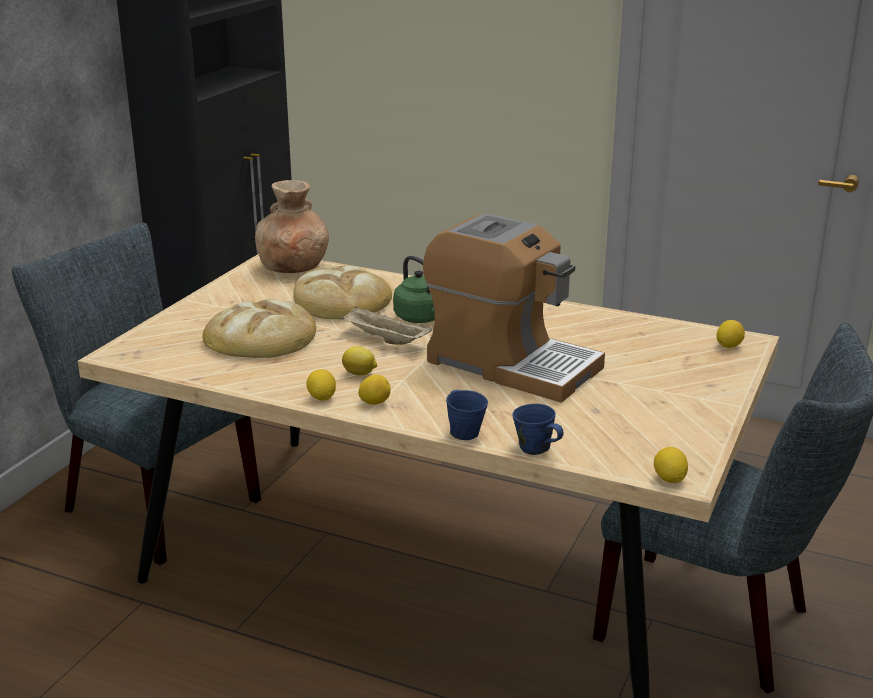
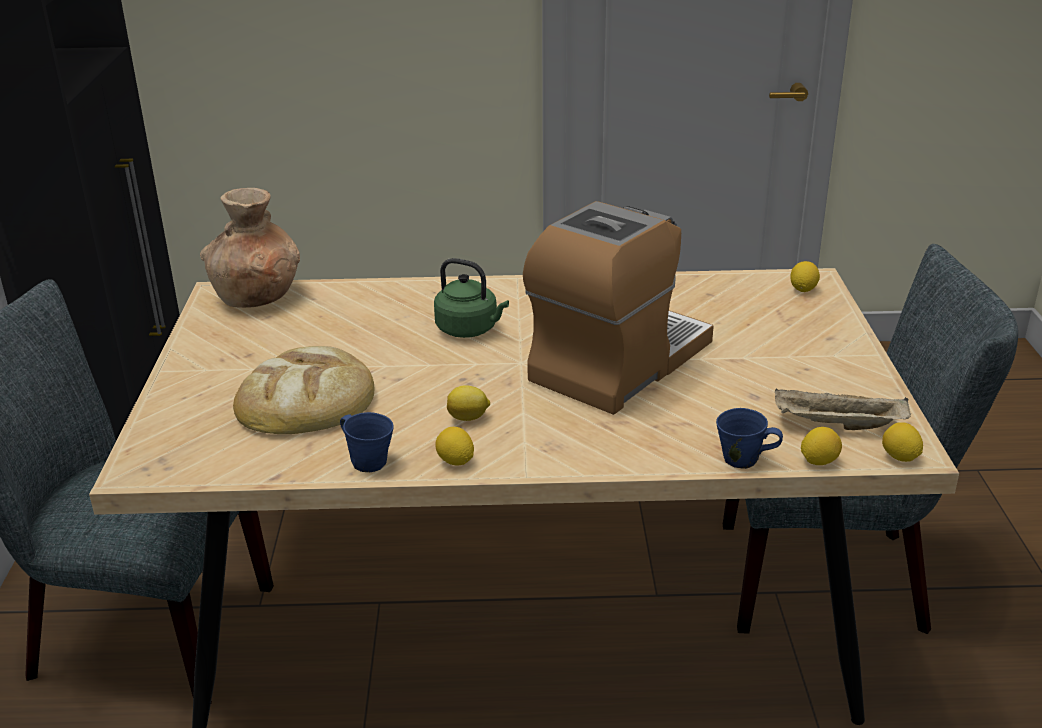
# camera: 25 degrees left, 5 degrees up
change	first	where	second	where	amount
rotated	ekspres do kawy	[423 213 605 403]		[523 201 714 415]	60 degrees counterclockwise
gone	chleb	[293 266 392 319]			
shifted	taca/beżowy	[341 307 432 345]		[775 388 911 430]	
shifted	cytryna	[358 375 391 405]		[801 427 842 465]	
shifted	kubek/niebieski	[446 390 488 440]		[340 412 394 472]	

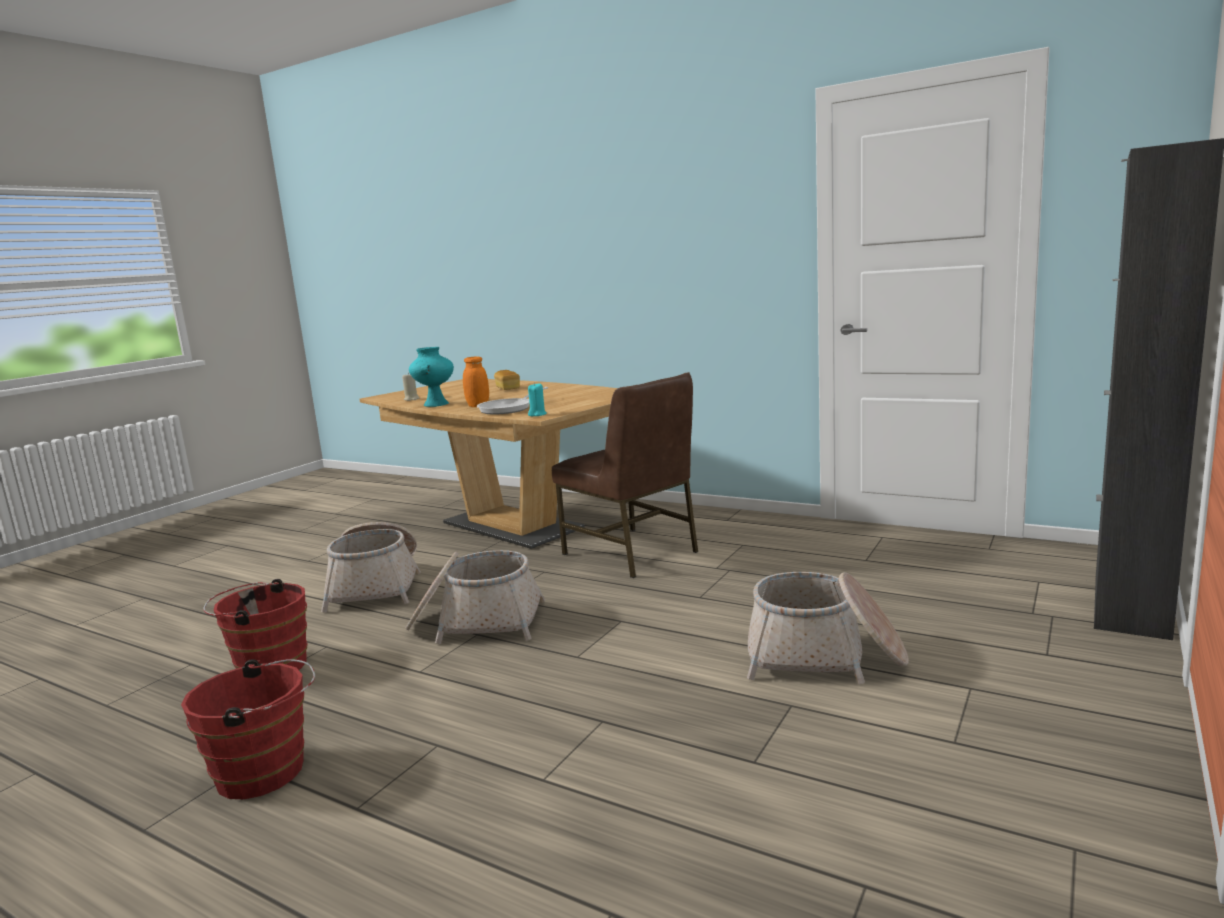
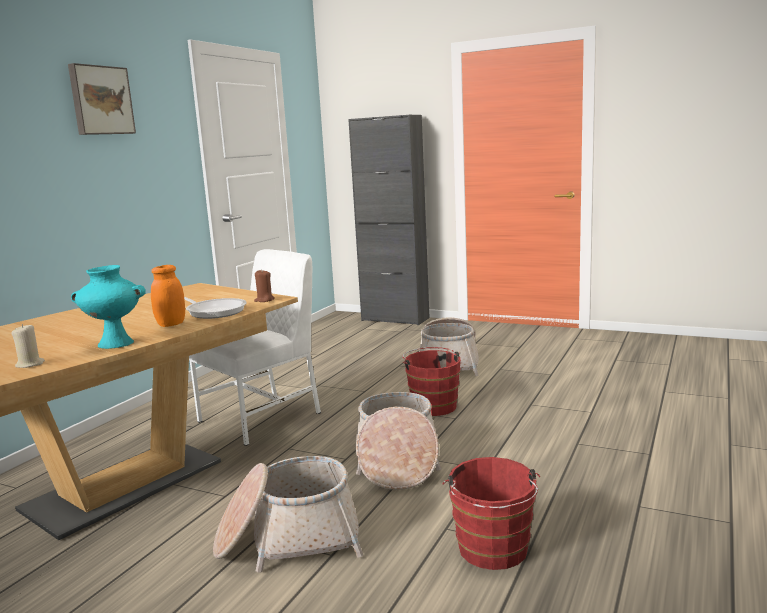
# camera: 95 degrees left, 0 degrees up
change	first	where	second	where	amount
gone	chleb	[494 370 520 390]			
repainted	krzesło/brązowy	[552 372 699 578]	krzesło/biały	[189 249 321 446]	
repainted	świeca/turkusowy	[528 383 547 416]	świeca/brązowy	[254 269 275 302]	
shifted	wiadro/czerwony	[181 659 315 799]		[403 347 461 416]	
new			obraz	[68 63 136 135]	

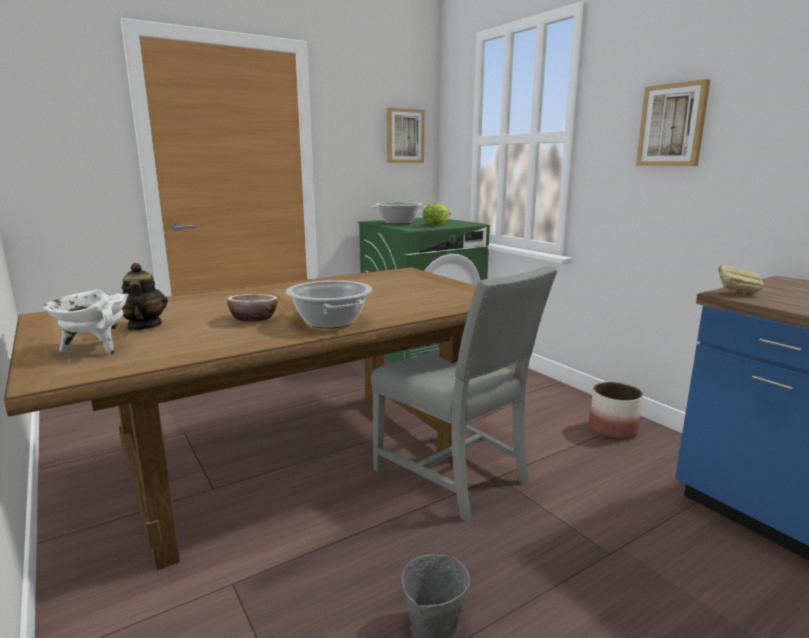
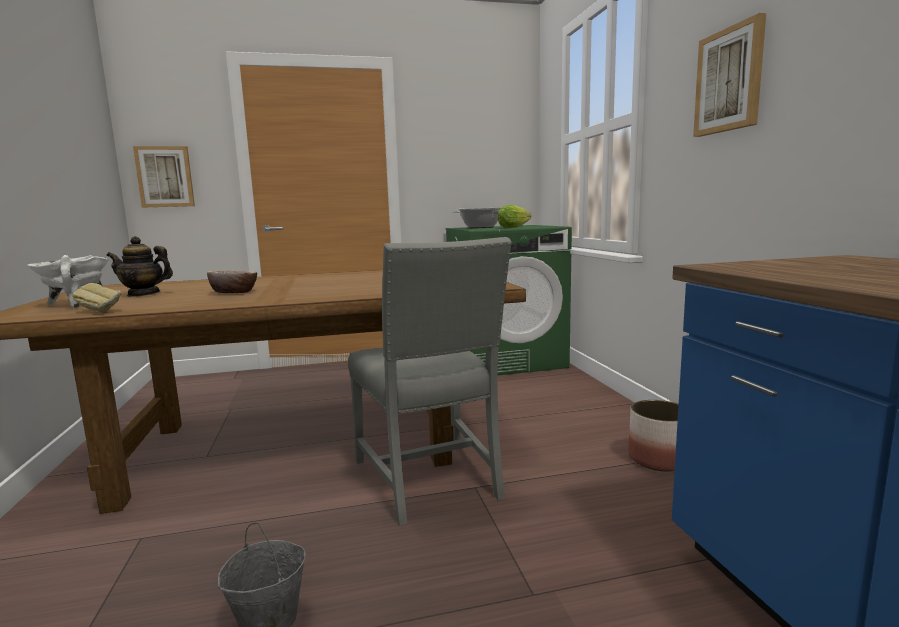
# camera: 20 degrees right, 5 degrees down
change	first	where	second	where	amount
shifted	obraz	[387 108 424 163]		[133 146 195 207]	
rotated	imbryk	[122 263 168 330]		[107 236 173 297]	90 degrees counterclockwise
shifted	chleb	[718 265 764 294]		[73 283 121 313]	
gone	garnek	[286 280 372 329]			

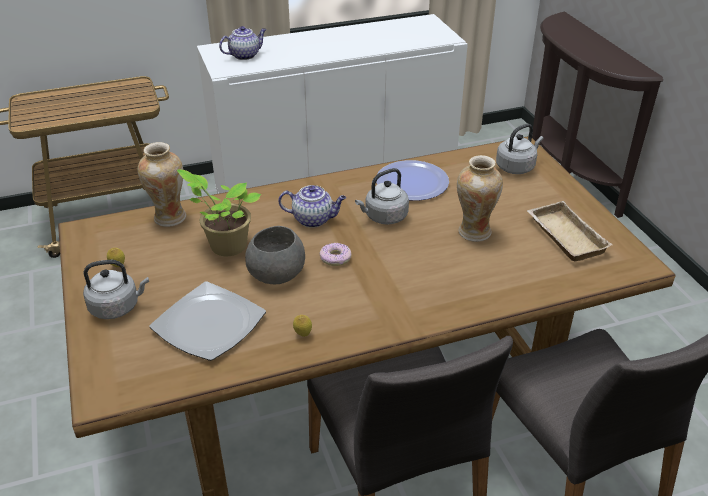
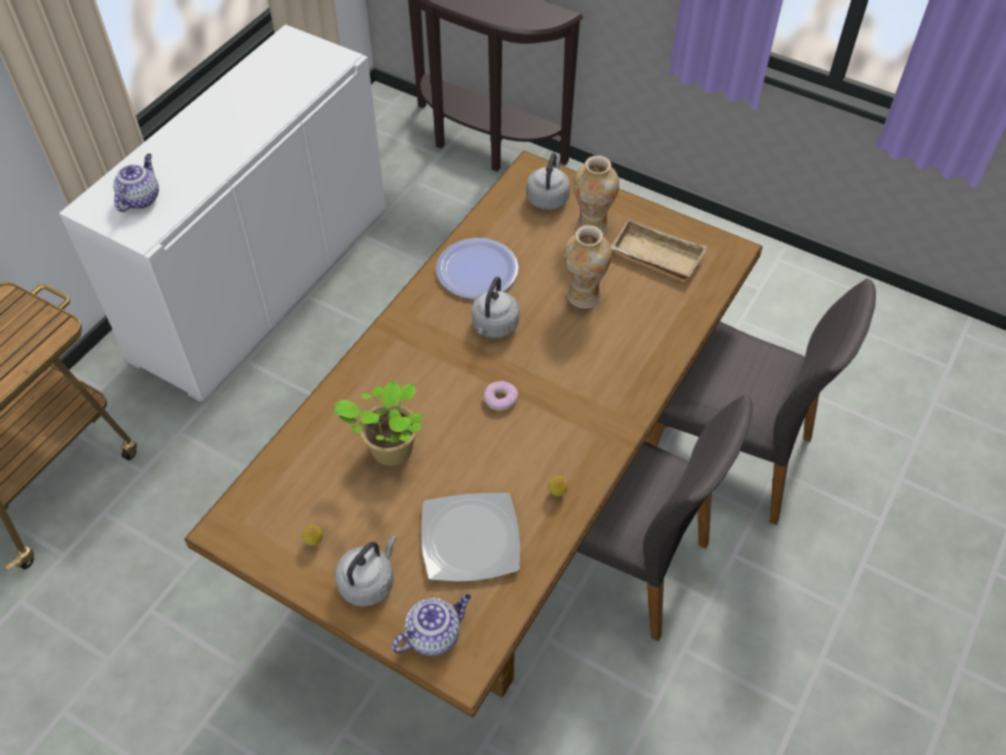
# camera: 40 degrees left, 15 degrees up
change	first	where	second	where	amount
shifted	wazon	[138 142 186 227]		[574 156 619 235]	
shifted	imbryk	[278 185 346 228]		[391 594 471 656]	
gone	miska/szary	[245 226 305 284]			

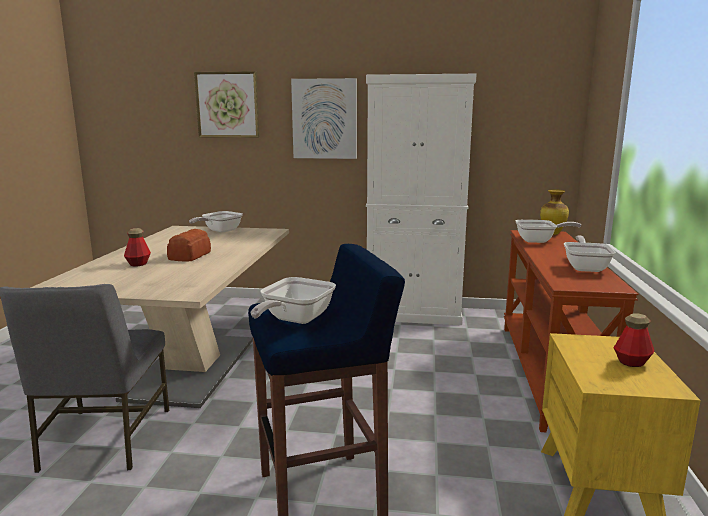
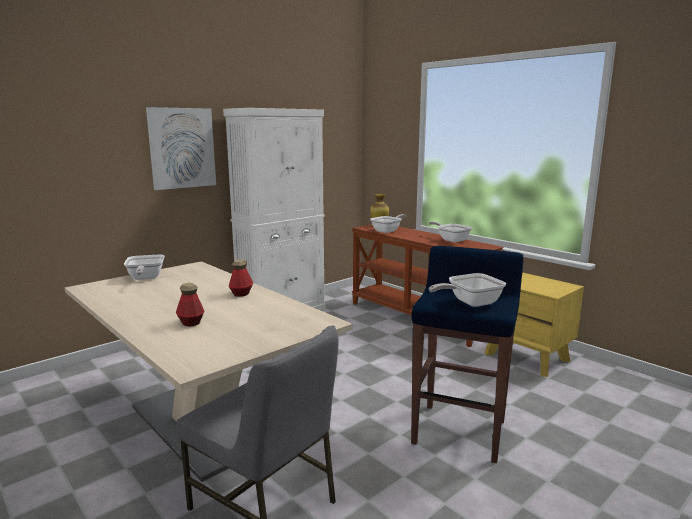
# camera: 50 degrees left, 0 degrees up
change	first	where	second	where	amount
gone	obraz	[194 71 259 138]			
gone	chleb	[167 229 211 261]			
rotated	patelnia	[250 277 336 324]		[429 273 506 307]	90 degrees clockwise
shifted	butelka	[614 313 655 367]		[229 259 253 297]	

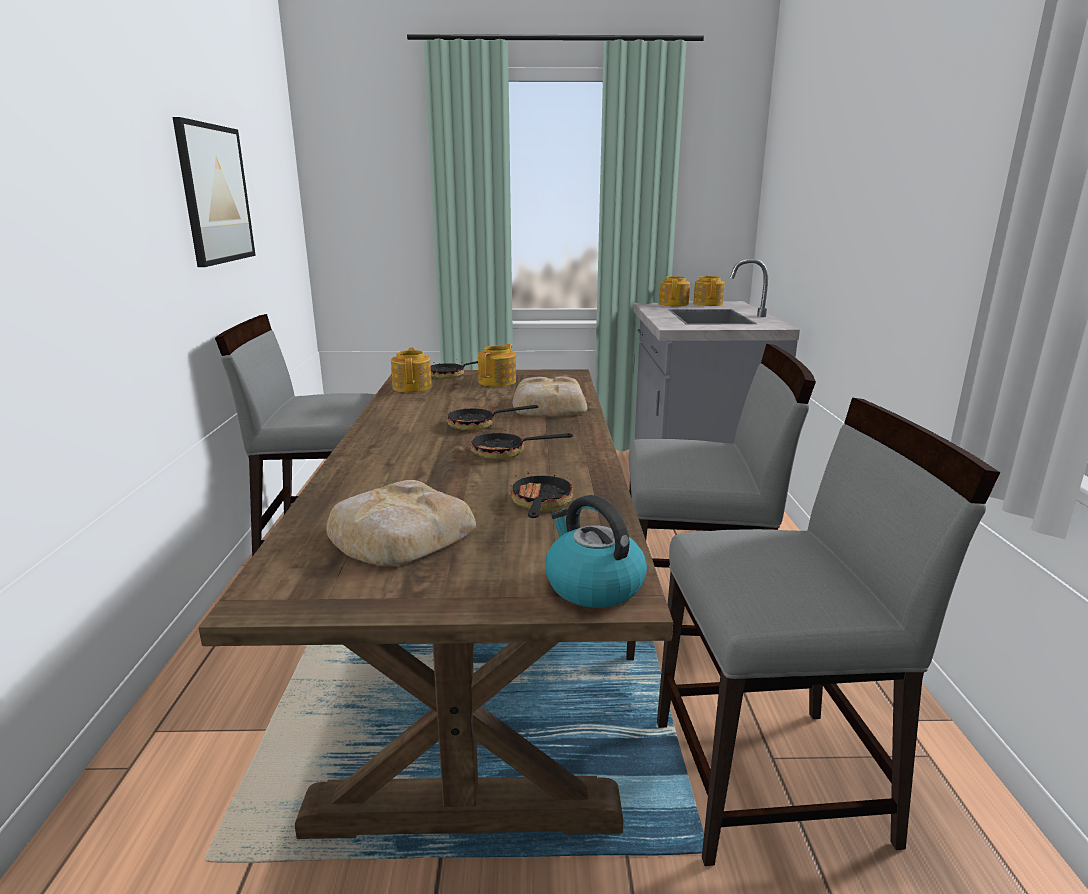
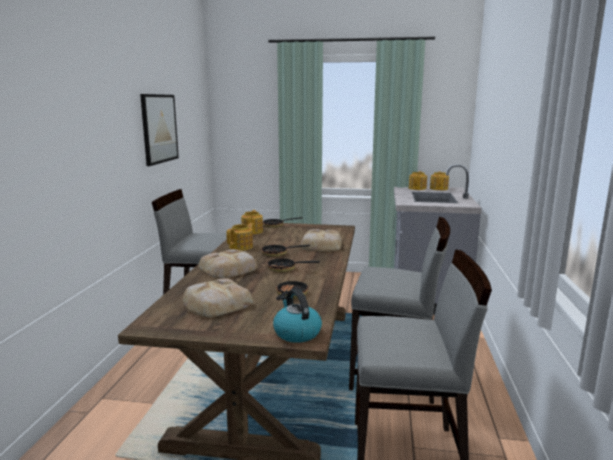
# camera: 10 degrees right, 5 degrees down
change	first	where	second	where	amount
shifted	imbryk	[478 344 516 387]		[226 223 254 250]	
new			chleb	[198 249 257 278]	

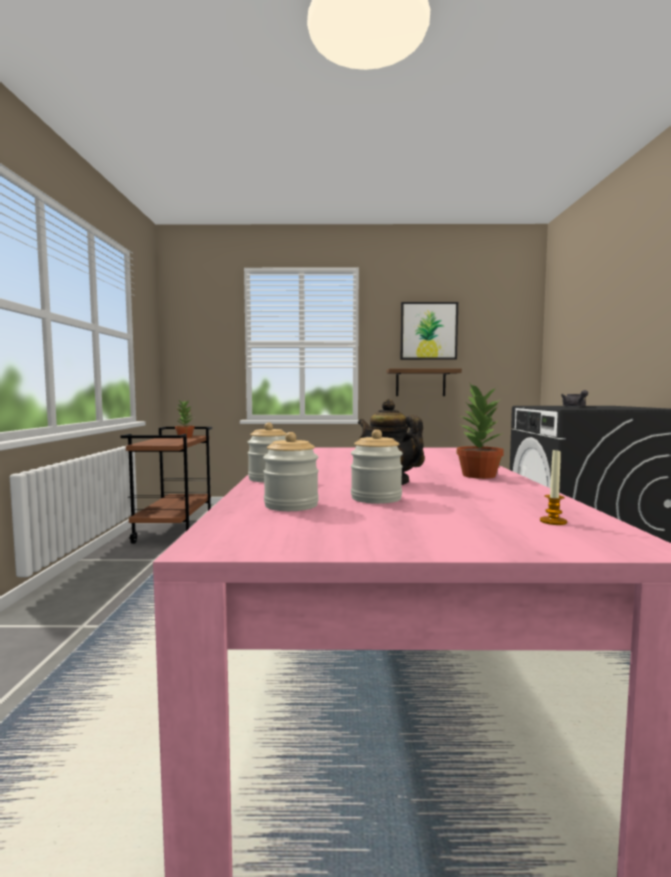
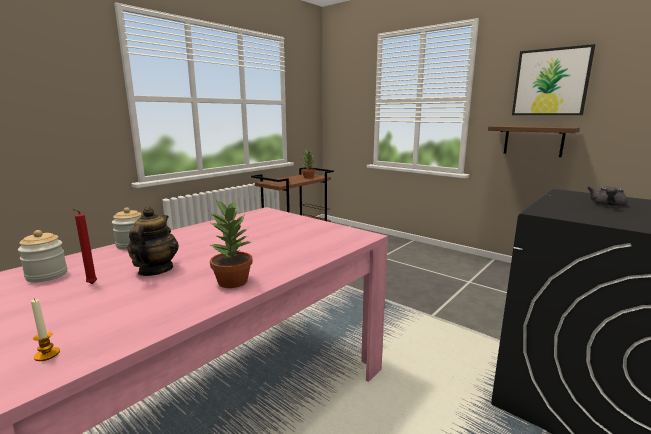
# camera: 40 degrees right, 10 degrees up
change	first	where	second	where	amount
swapped	słoik	[351 429 403 504]	świeca/czerwony	[72 209 97 284]	

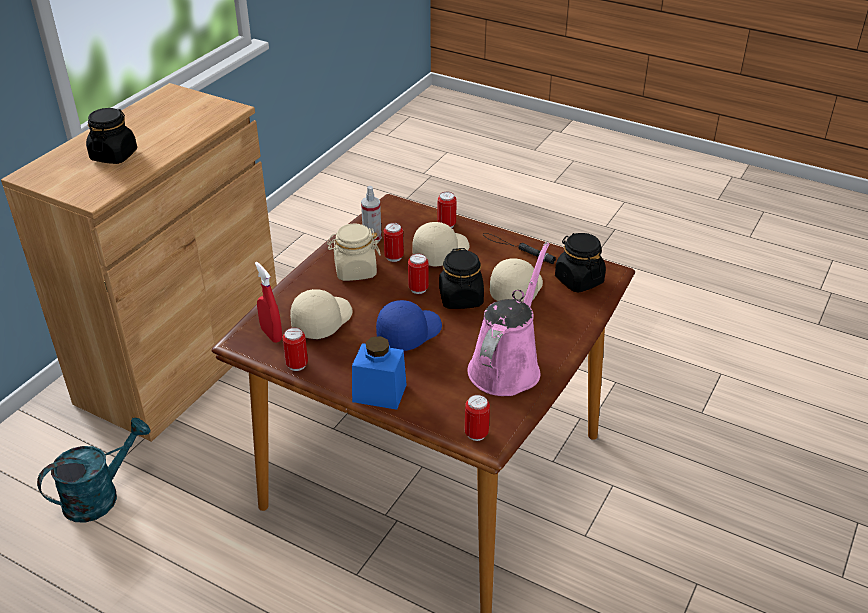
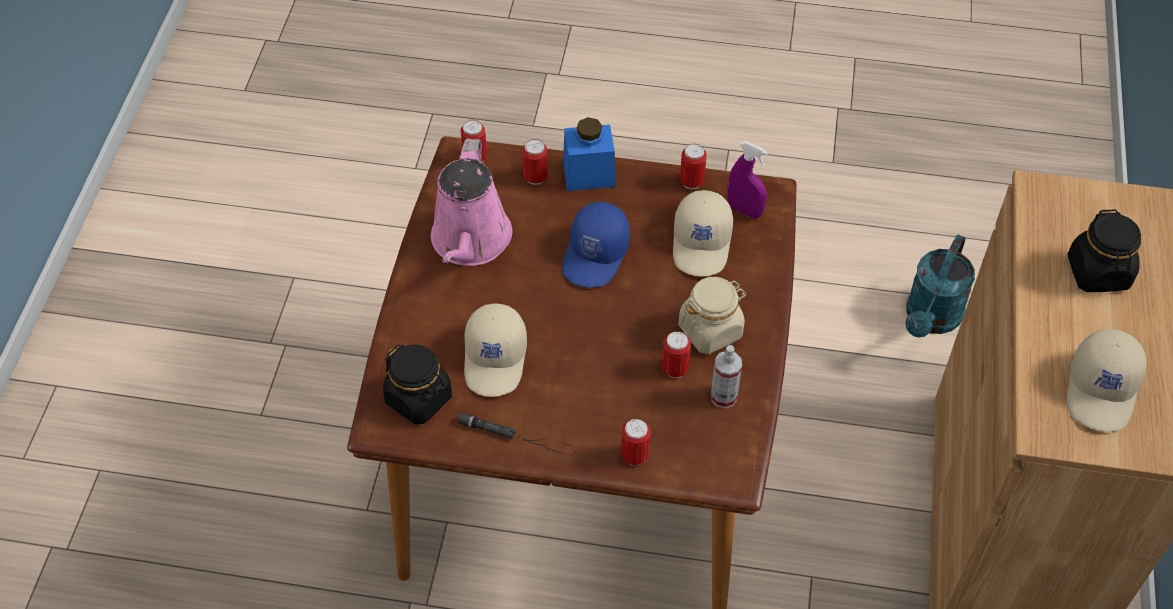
# camera: 160 degrees right, 15 degrees up
change	first	where	second	where	amount
shifted	czapka z daszkiem/beżowy	[413 222 469 267]		[1067 329 1146 432]	
gone	słoik/czarny	[439 248 484 309]			
shifted	puszka	[408 253 429 294]		[523 139 548 185]	
repainted	spryskiwacz/czerwony	[255 262 282 343]	spryskiwacz/fioletowy	[727 141 768 219]	

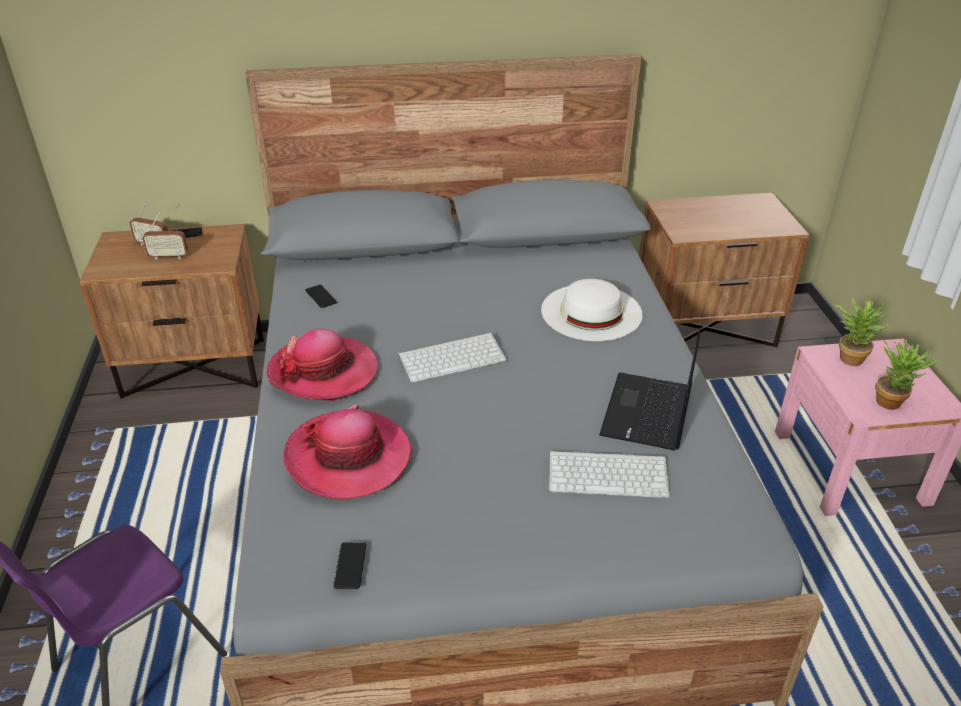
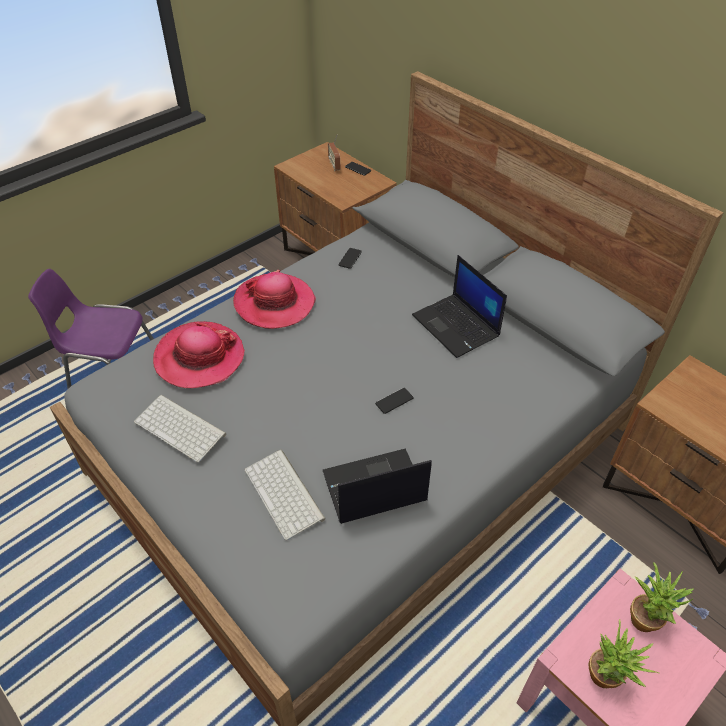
# camera: 55 degrees right, 10 degrees up
change	first	where	second	where	amount
gone	radio	[142 212 188 260]			
gone	kapelusz/biały	[541 279 643 341]			
shifted	klawiatura	[398 333 507 383]		[134 394 227 462]	
shifted	telefon	[333 542 366 589]		[375 388 414 414]	
new			laptop	[412 255 507 358]	

